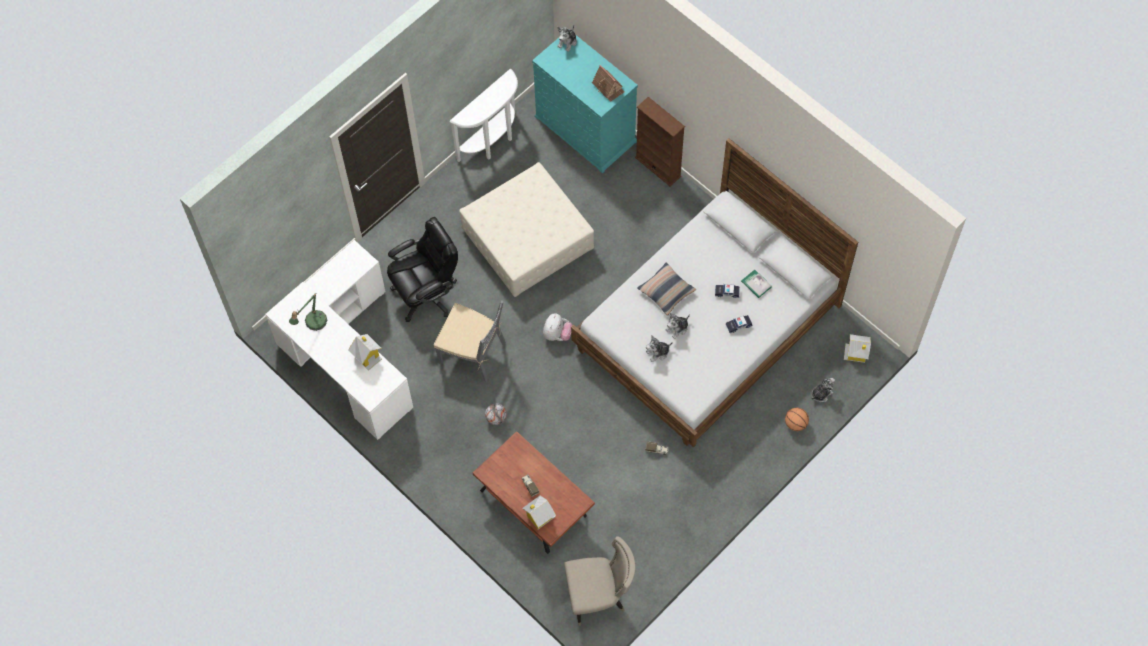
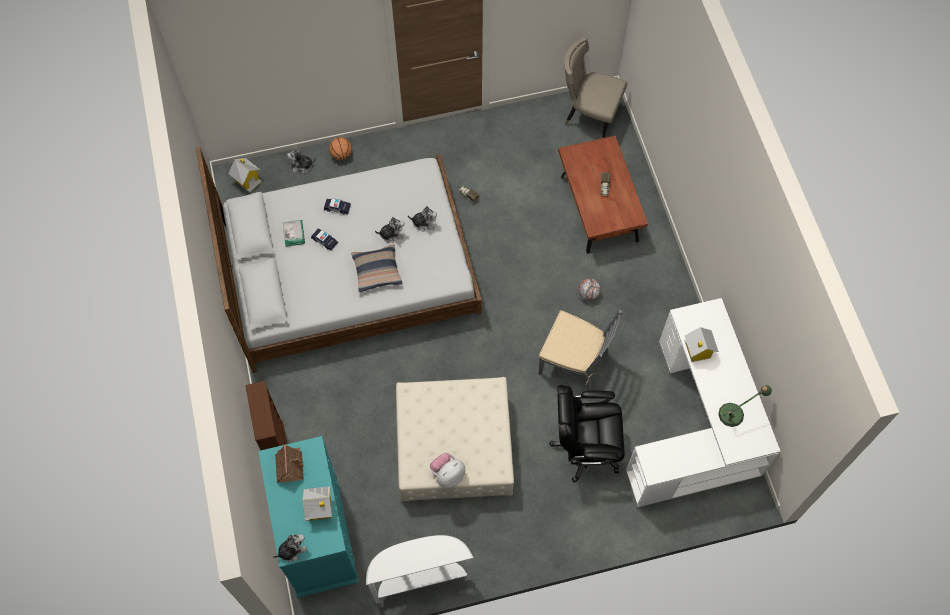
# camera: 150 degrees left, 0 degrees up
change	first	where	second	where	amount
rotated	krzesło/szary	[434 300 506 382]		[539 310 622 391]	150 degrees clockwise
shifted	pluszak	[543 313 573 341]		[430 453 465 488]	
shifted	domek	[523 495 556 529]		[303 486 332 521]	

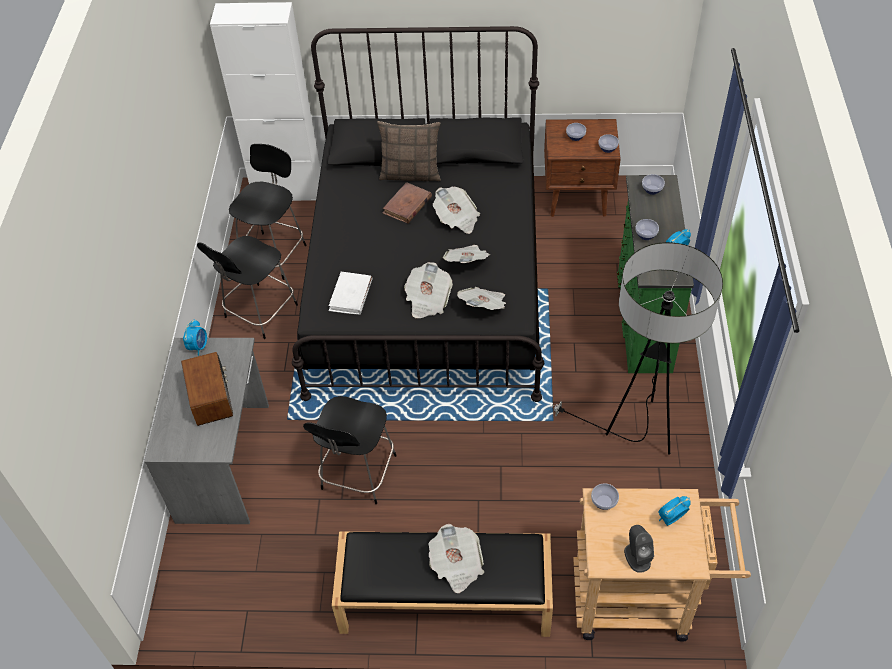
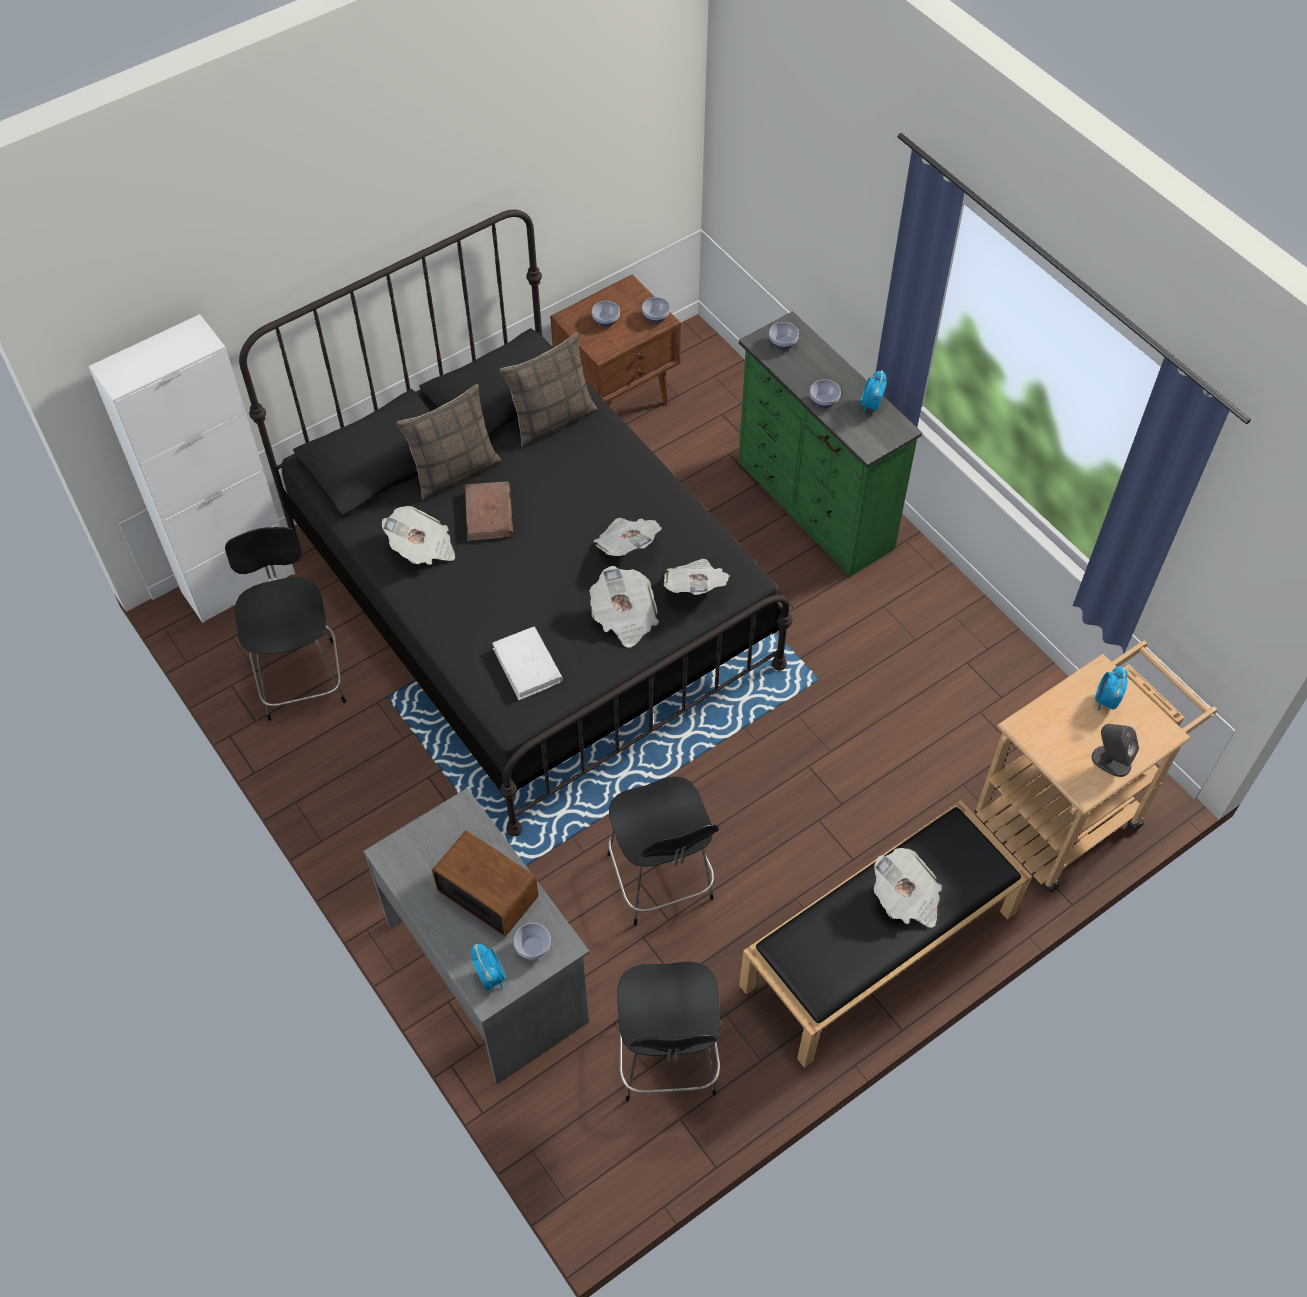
# camera: 40 degrees left, 5 degrees up
change	first	where	second	where	amount
shifted	gazeta	[433 187 480 234]		[382 506 456 565]	
shifted	krzesło/czarny	[197 236 298 339]		[617 962 721 1101]	
gone	lampa stojąca	[551 242 723 455]			
shifted	budzik	[183 319 207 356]		[471 944 506 990]	
shifted	miska	[591 483 619 510]		[514 923 551 959]	
new			poduszka	[500 333 597 447]	

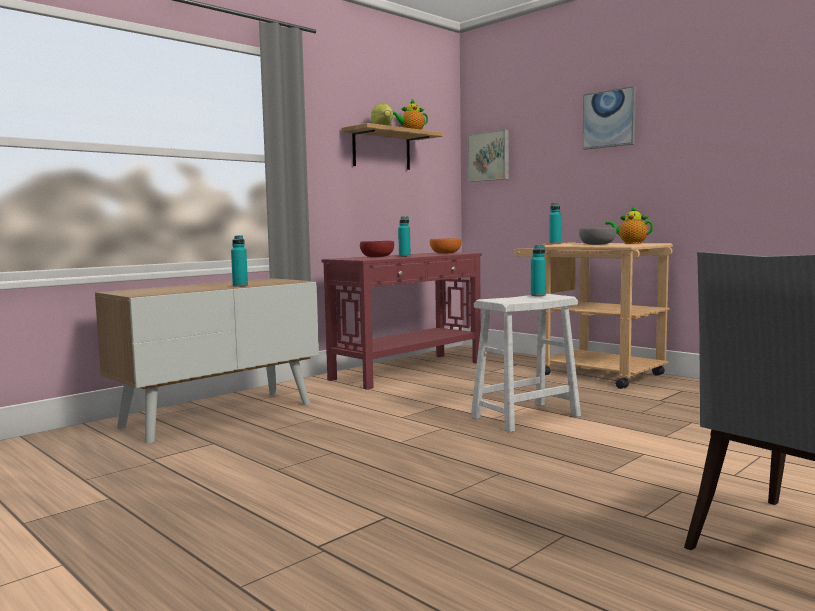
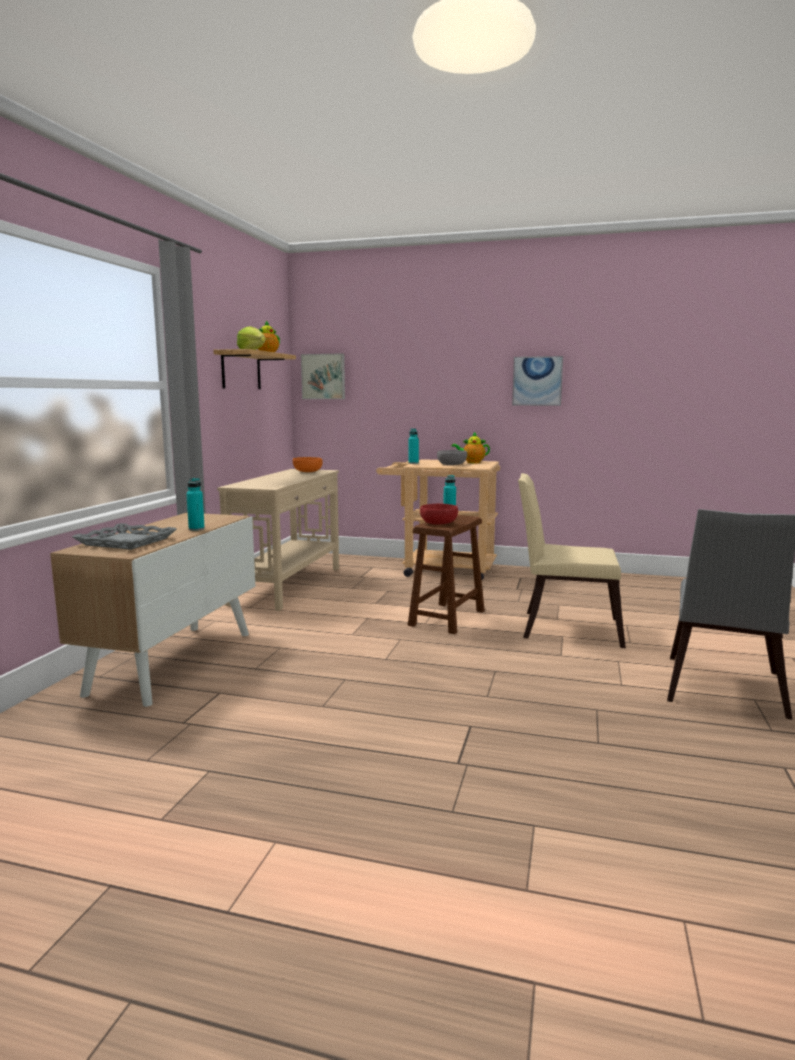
# camera: 30 degrees left, 5 degrees up
change	first	where	second	where	amount
shifted	obraz	[583 86 636 150]		[512 356 563 406]	
gone	butelka/turkusowy	[398 216 411 256]			
shifted	miska/czerwony	[360 241 394 257]		[420 504 458 525]	
repainted	stolik konsolowy/czerwony	[322 253 482 390]	stolik konsolowy/beżowy	[217 469 339 611]	
repainted	stołek/biały	[471 294 581 432]	stołek/brązowy	[408 515 485 634]	
new			krzesło/beżowy	[518 473 626 648]	
new			taca/szary	[72 523 176 550]	

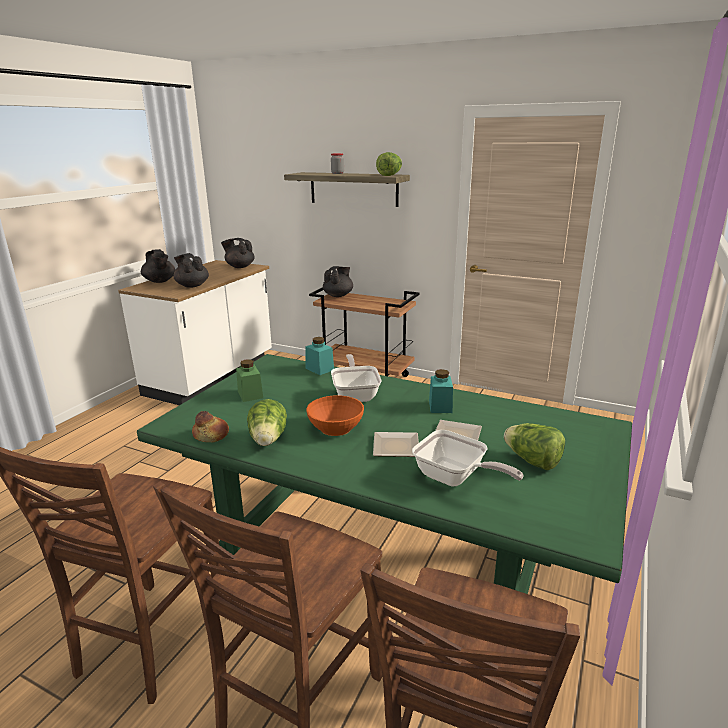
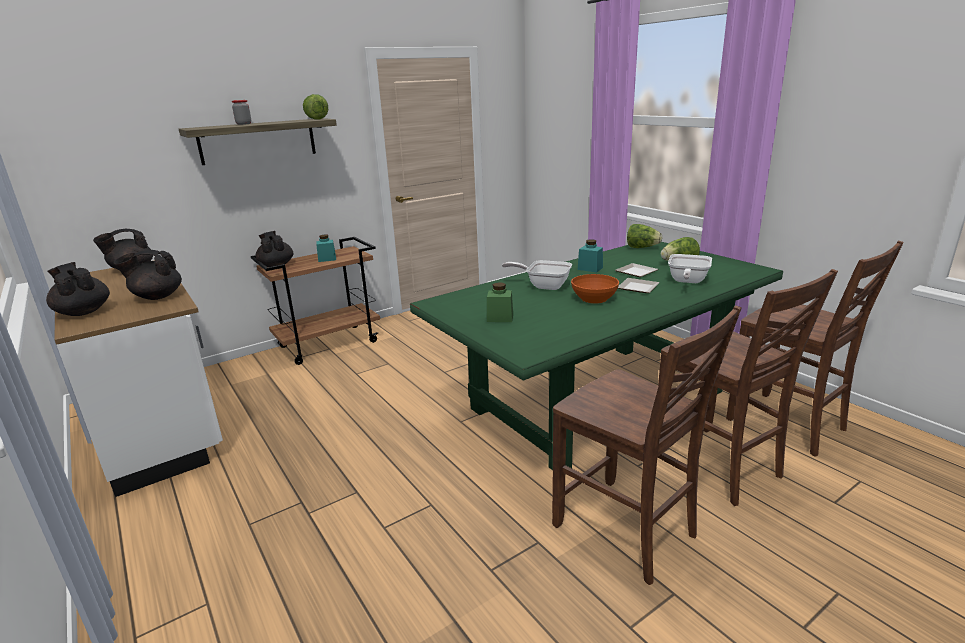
# camera: 60 degrees left, 0 degrees up
change	first	where	second	where	amount
rotated	imbryk/czarny	[141 249 175 283]		[46 262 110 316]	135 degrees counterclockwise
shifted	słoik/turkusowy	[305 337 334 375]		[316 235 336 262]	
shifted	sałata	[247 399 287 446]		[627 224 662 248]	
gone	chleb	[192 411 229 442]			
rotated	patelnia	[412 430 523 486]		[668 254 712 283]	135 degrees clockwise

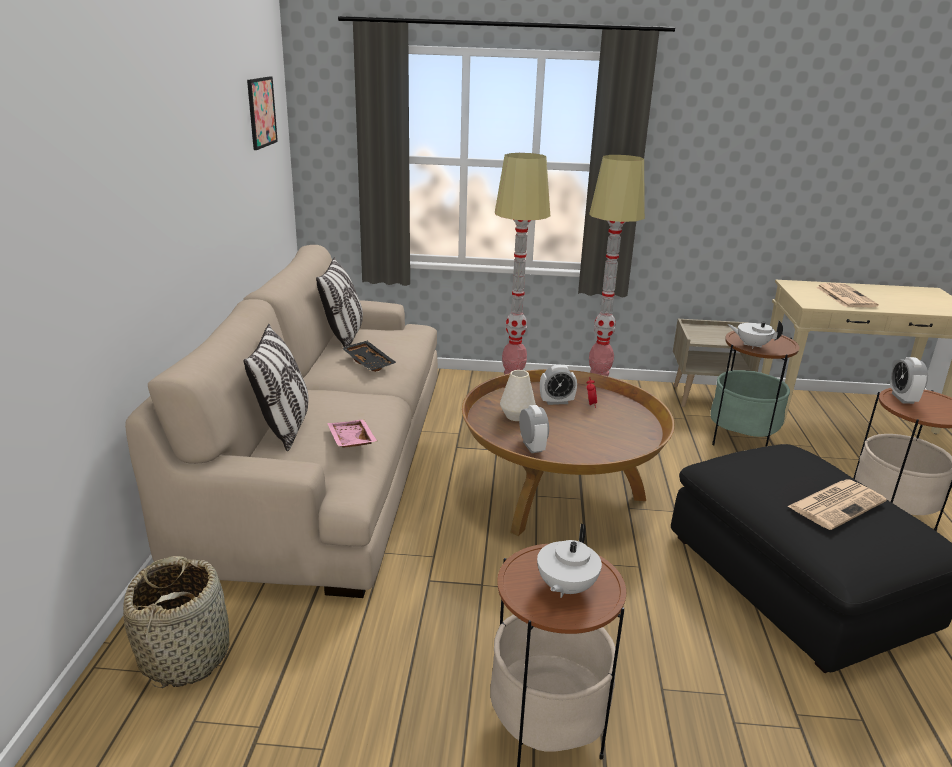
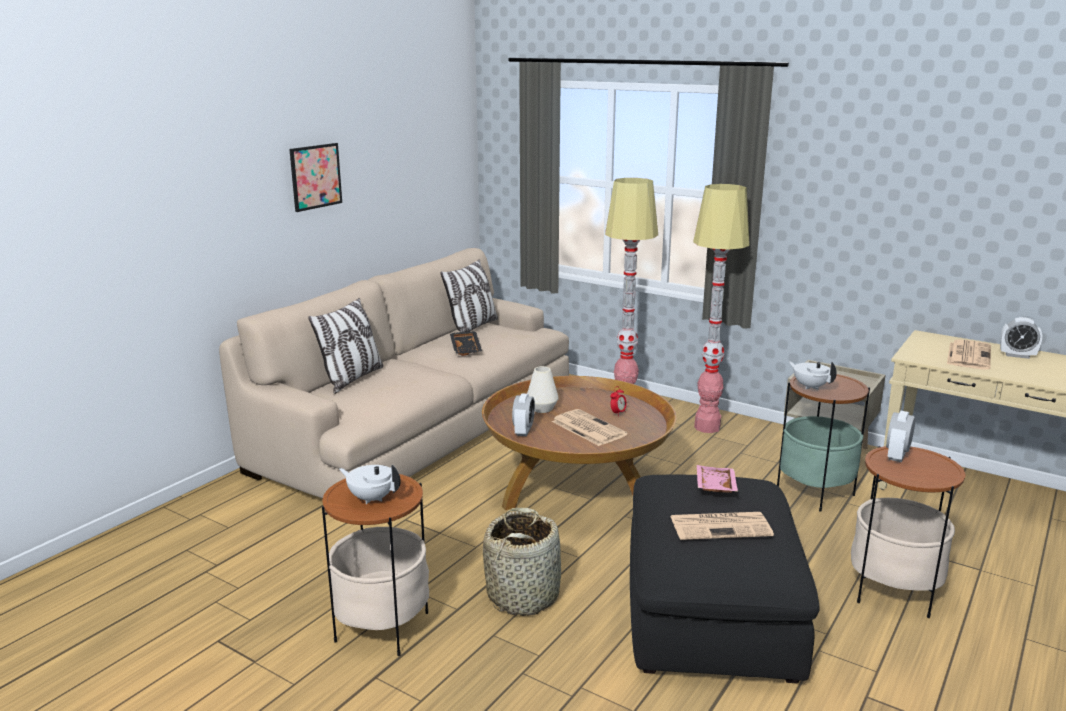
# camera: 30 degrees right, 5 degrees down
change	first	where	second	where	amount
shifted	obraz	[247 76 278 150]		[289 143 342 212]	
shifted	budzik	[540 365 577 405]		[1000 317 1042 359]	
shifted	taca/różowy	[327 419 377 448]		[697 465 738 493]	
rotated	imbryk/biały	[537 524 602 598]		[339 465 401 504]	60 degrees clockwise
shifted	koszyk	[123 556 230 688]		[483 508 561 616]	
new			gazeta	[552 409 628 446]	

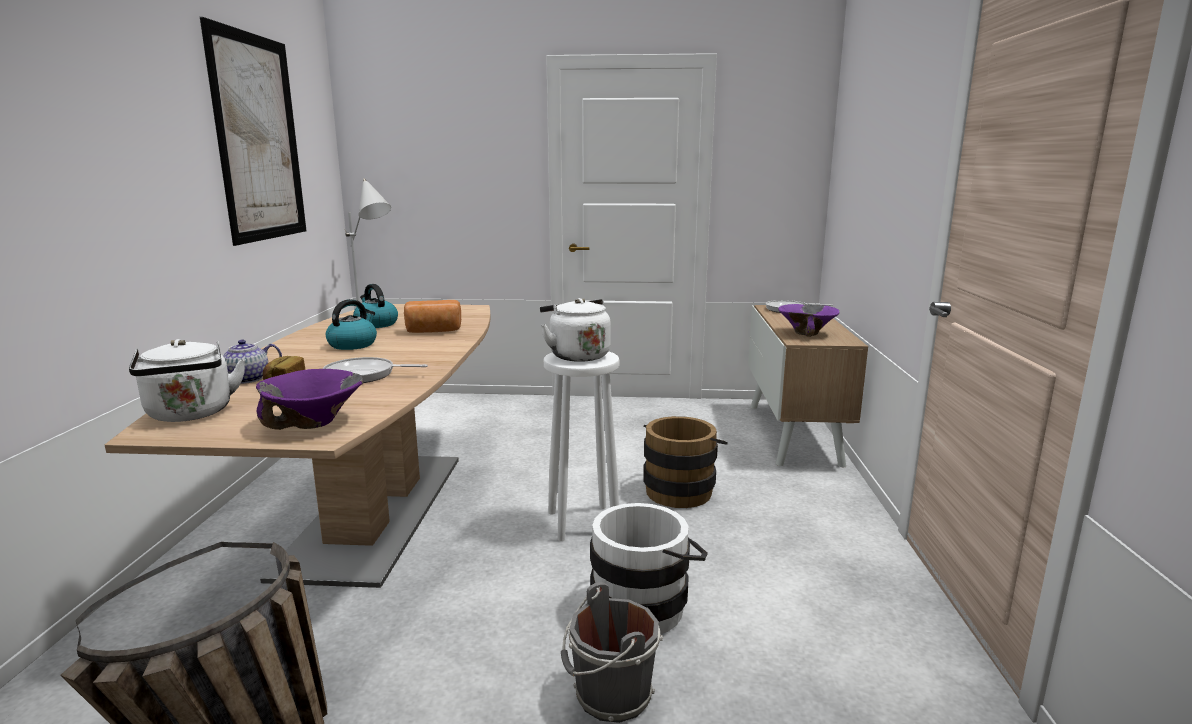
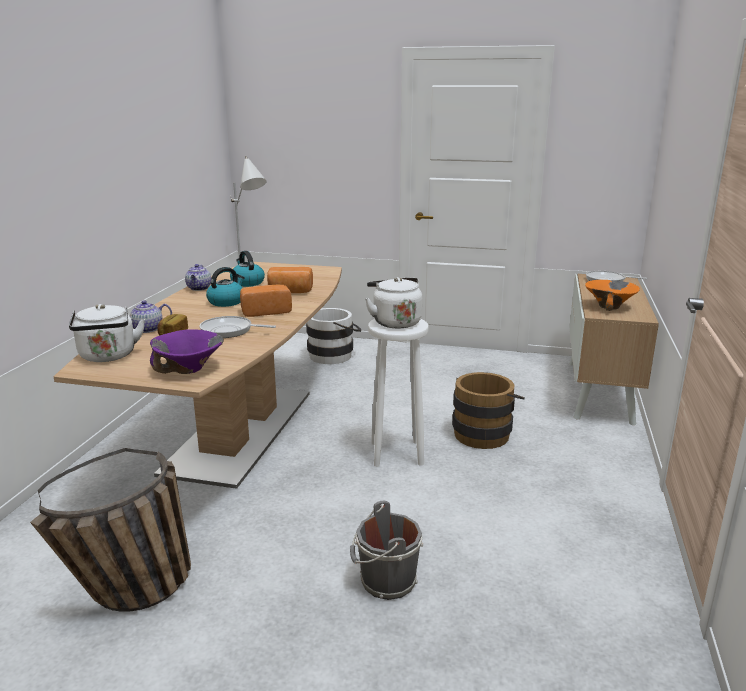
# camera: 10 degrees right, 5 degrees up
change	first	where	second	where	amount
gone	obraz	[200 17 306 246]			
repainted	miska/fioletowy	[778 304 840 337]	miska/pomarańczowy	[585 280 640 311]	
shifted	wiadro/biały	[590 503 708 634]		[306 308 361 364]	
new			imbryk	[185 264 211 291]	
new			chleb	[240 285 292 317]	

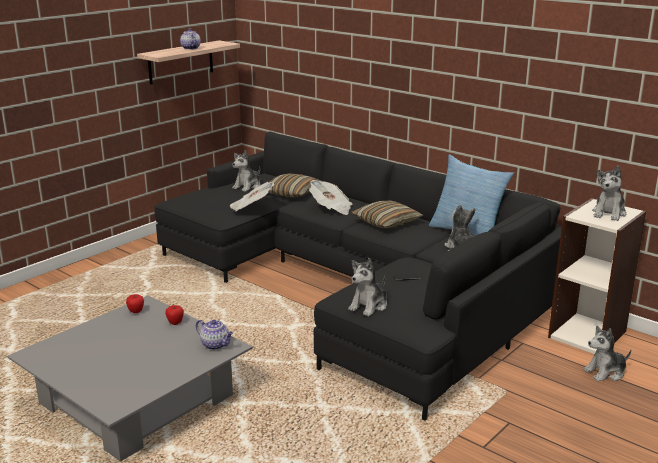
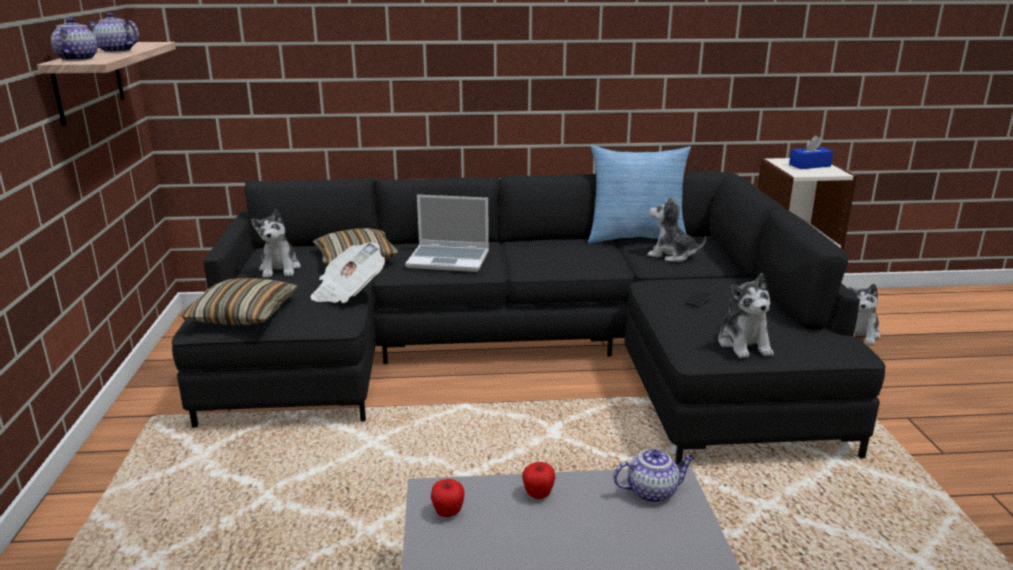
# camera: 45 degrees left, 0 degrees up
change	first	where	second	where	amount
swapped	pluszak	[592 166 626 221]	pudełko chusteczek/niebieski	[789 135 833 169]	
swapped	gazeta	[309 180 353 215]	laptop	[405 195 489 272]	
shifted	poduszka	[352 201 424 228]		[180 278 298 325]	
new			imbryk	[51 18 97 61]	

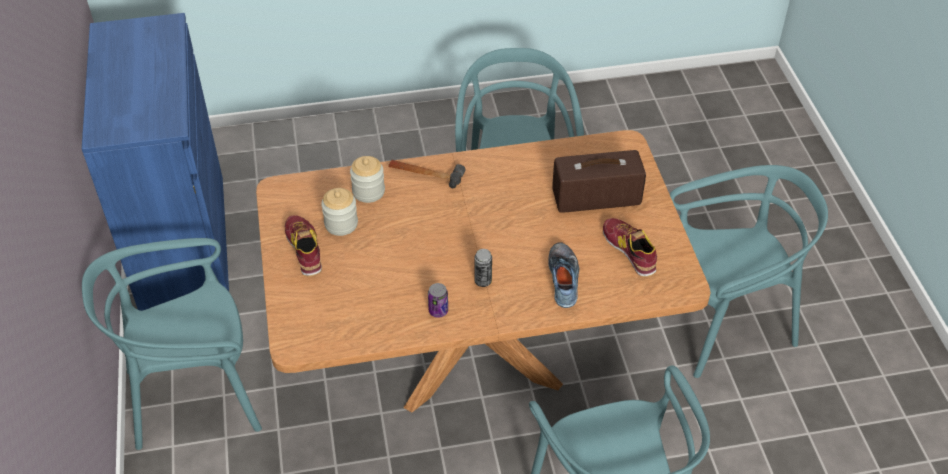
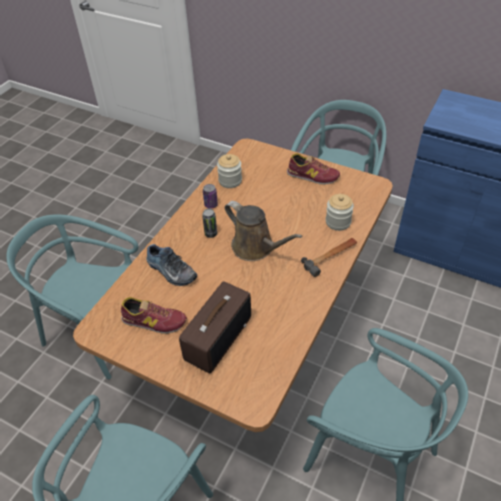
# camera: 130 degrees right, 0 degrees up
change	first	where	second	where	amount
shifted	słoik	[321 188 358 236]		[217 154 242 188]	
new			konewka/brązowy	[225 201 302 261]	

